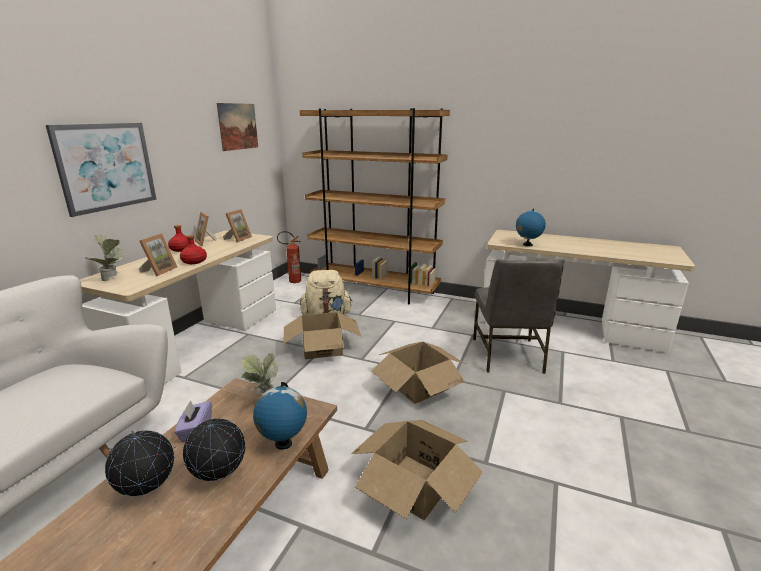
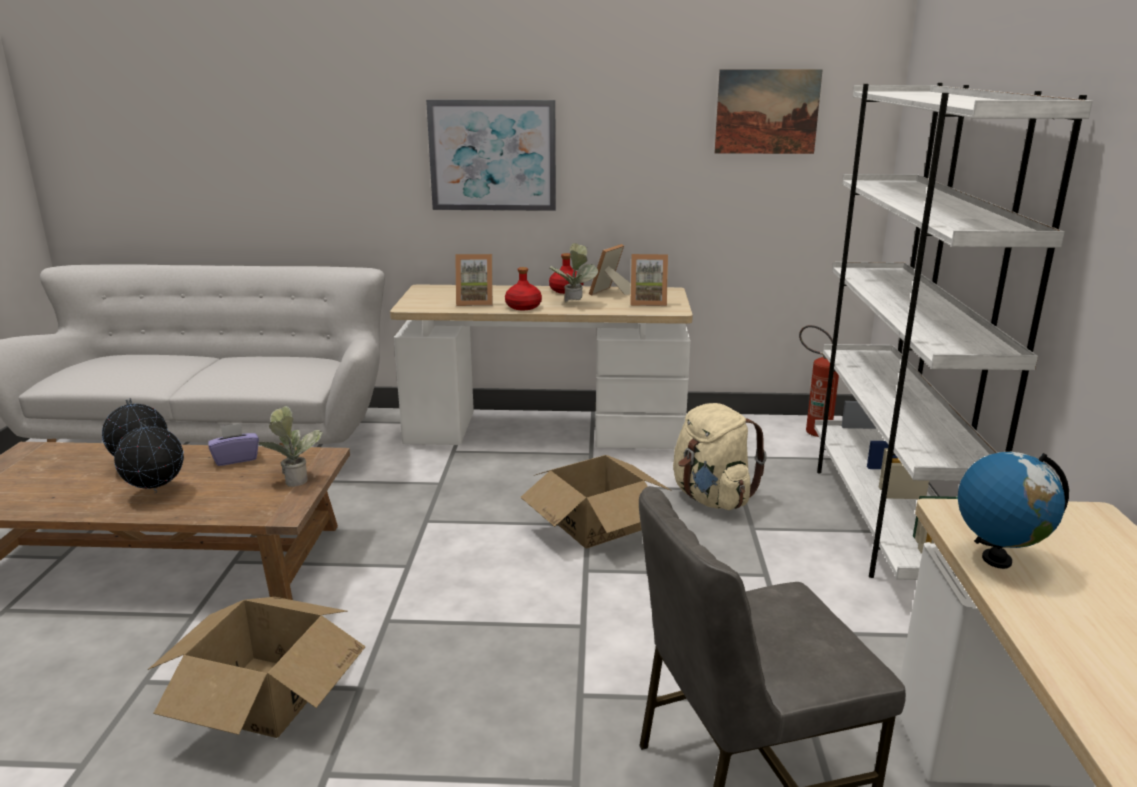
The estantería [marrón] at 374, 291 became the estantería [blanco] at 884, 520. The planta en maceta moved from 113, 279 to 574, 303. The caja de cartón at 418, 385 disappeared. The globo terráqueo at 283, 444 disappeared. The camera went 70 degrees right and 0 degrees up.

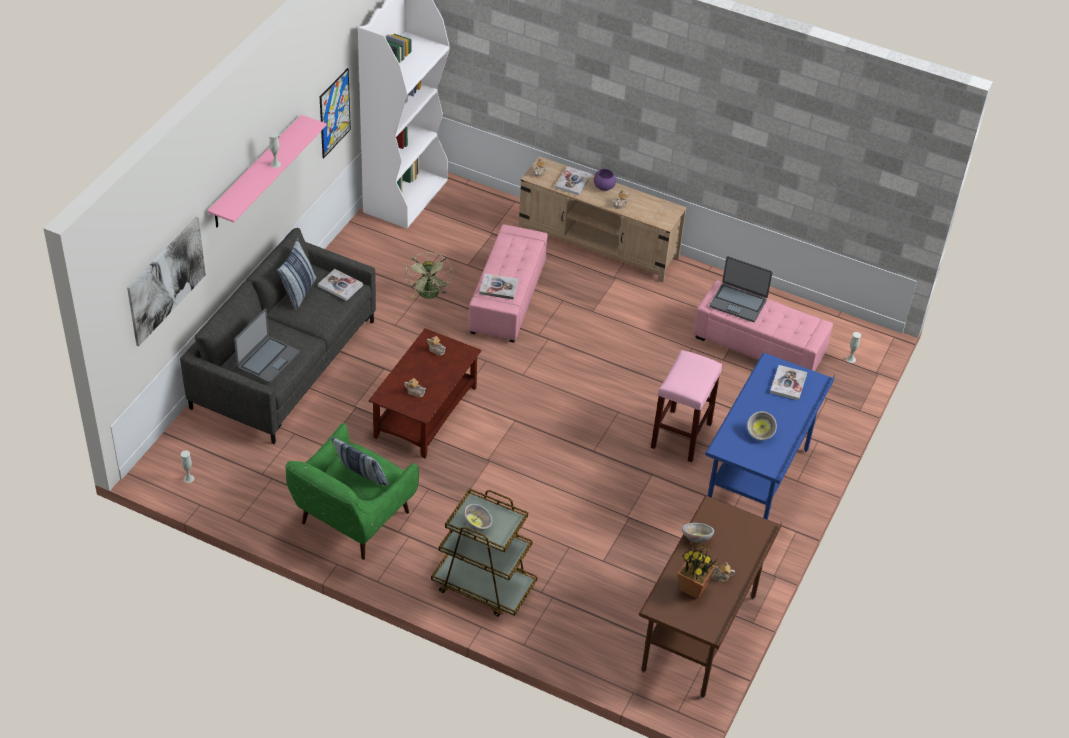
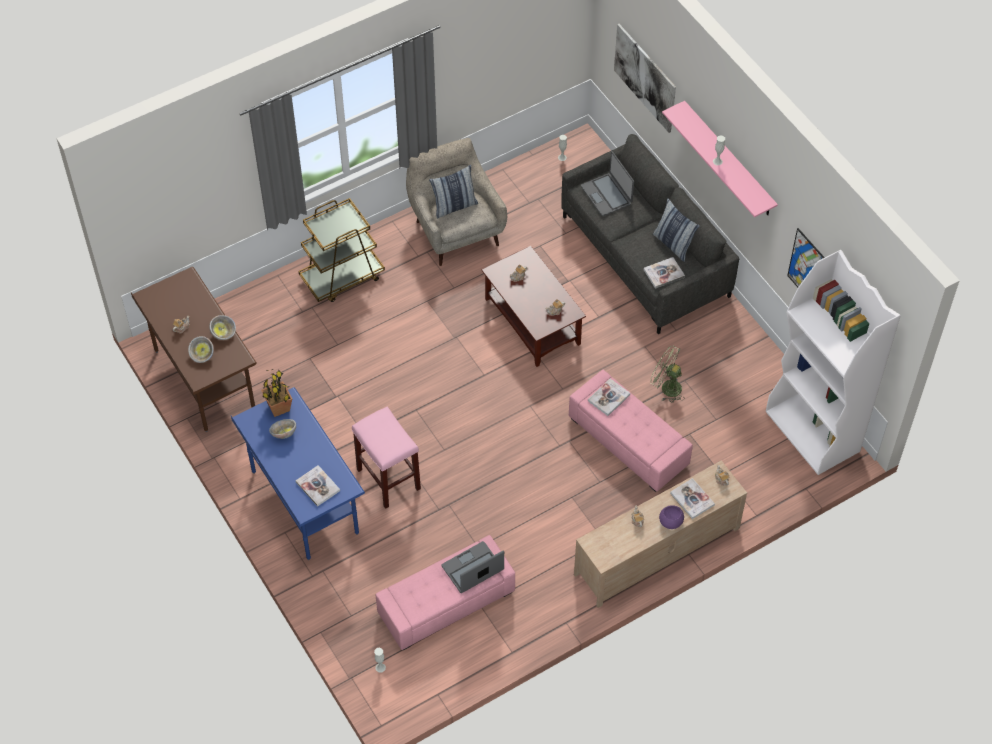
The sillón [verde] at 351, 521 became the sillón [beis] at 456, 229. The cuenco moved from 477, 524 to 202, 355. The planta en maceta moved from 693, 587 to 279, 408. The camera went 125 degrees right and 10 degrees up.

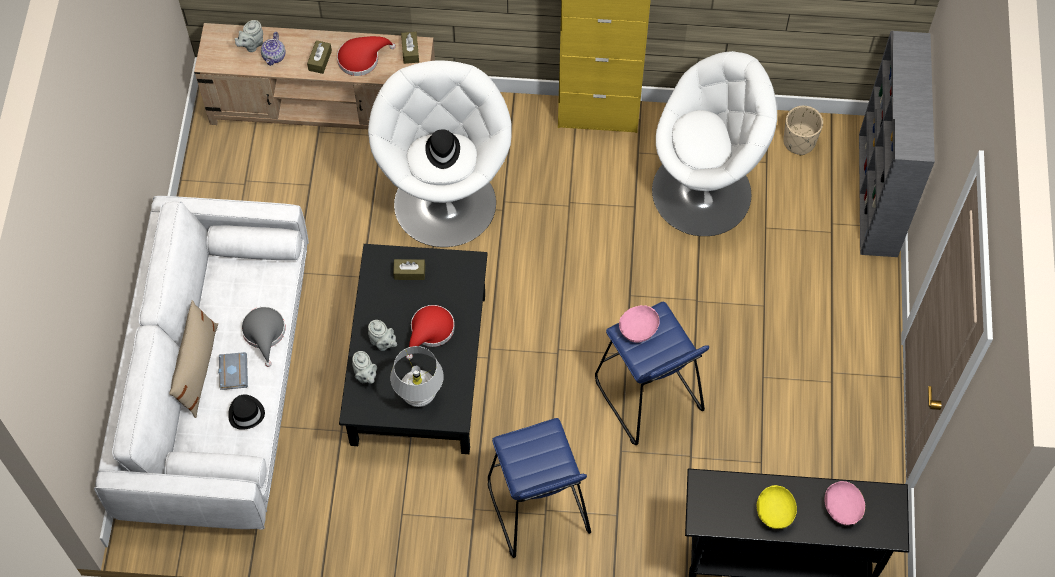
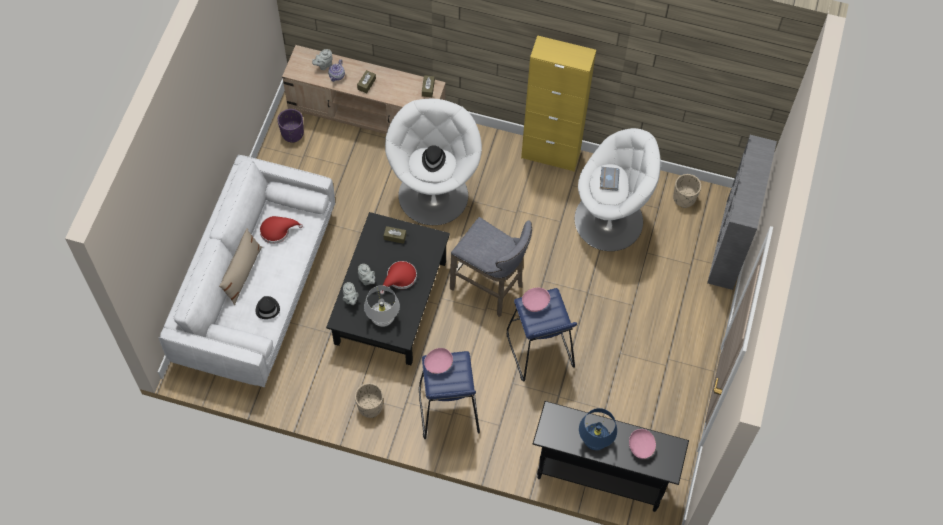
The sombrero [rojo] moved from 362, 58 to 277, 230. The sombrero [gris] at 264, 333 disappeared. The libro [gris] moved from 232, 372 to 608, 179. The cuenco [amarillo] at 774, 512 was replaced by the lámpara de mesa [azul] at 595, 440. The maceta [morado] at 292, 133 appeared. The taburete [gris] at 490, 288 appeared. The cuenco [rosa] at 438, 365 appeared. The maceta [beis] at 370, 407 appeared. The camera went 10 degrees right and 0 degrees up.

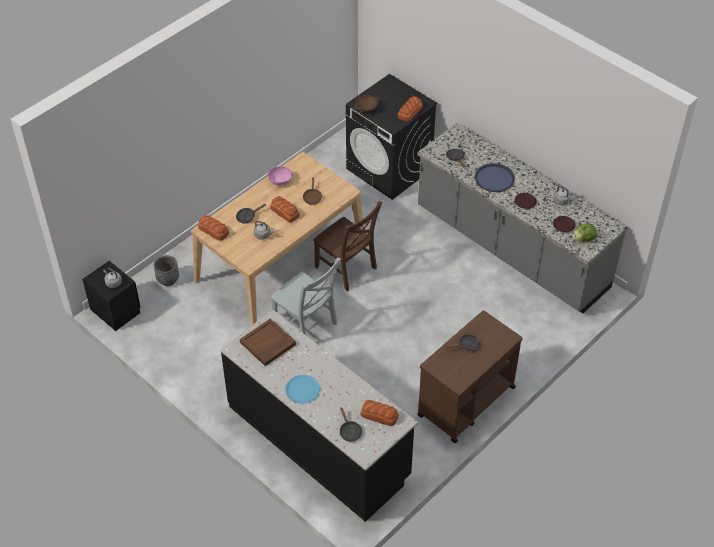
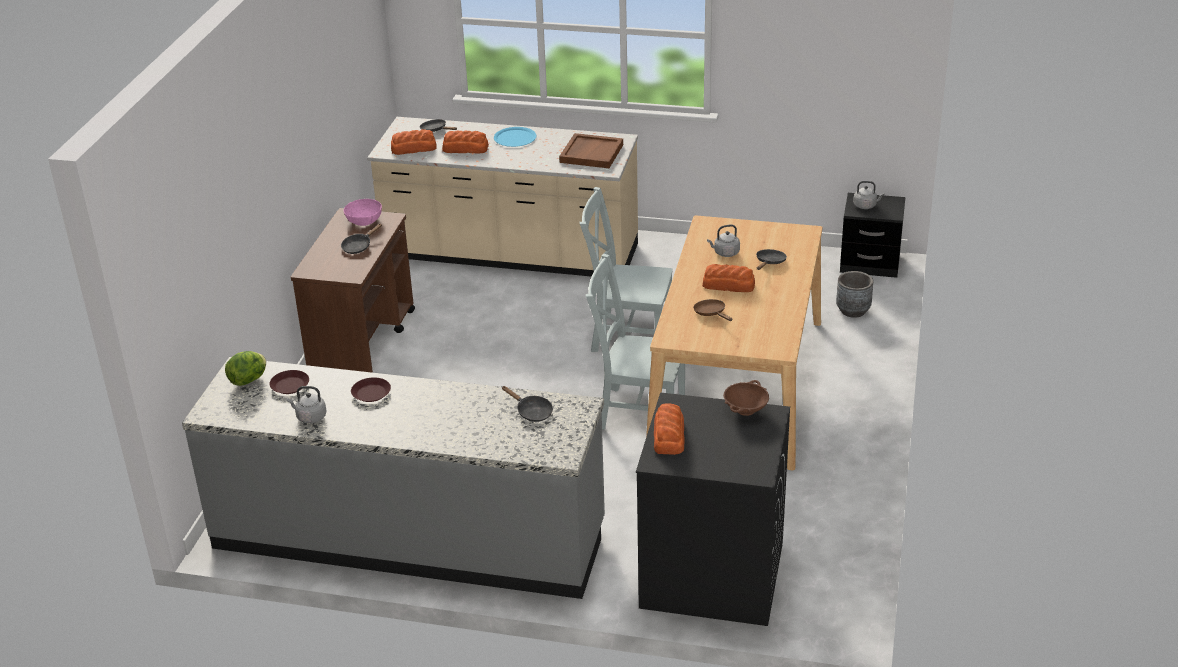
The bandeja [azul] at 494, 178 disappeared. The cuenco [rosa] moved from 280, 180 to 364, 220. The silla [marrón] at 347, 269 became the silla [gris] at 637, 411. The pan moved from 214, 230 to 465, 148. The mueble bajo de cocina [negro] at 319, 441 became the mueble bajo de cocina [beis] at 510, 254. The camera went 150 degrees right and 15 degrees down.

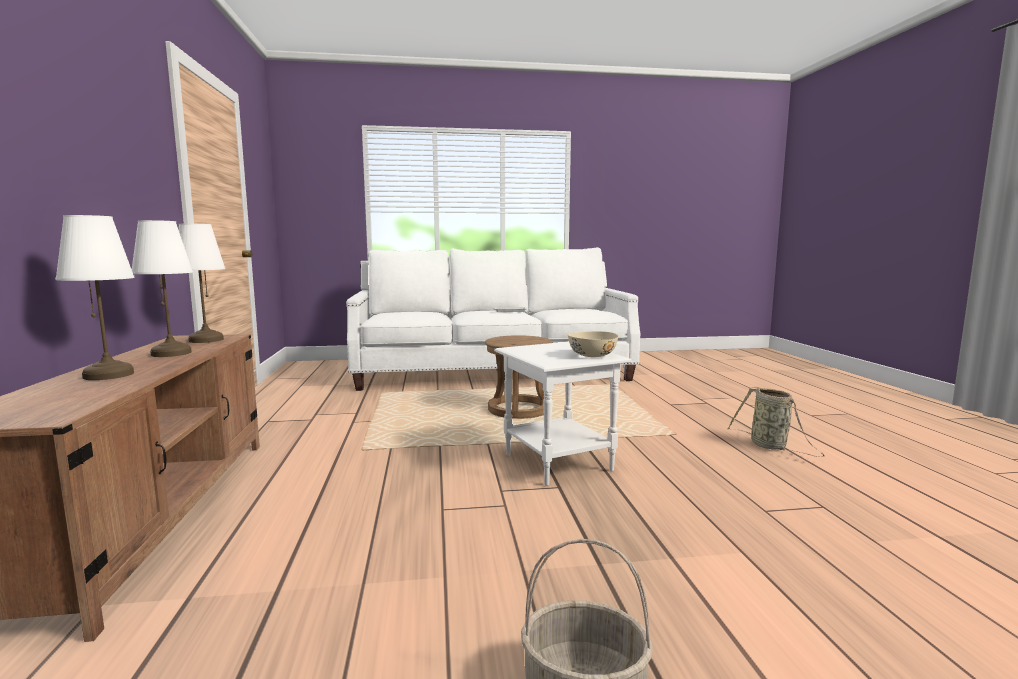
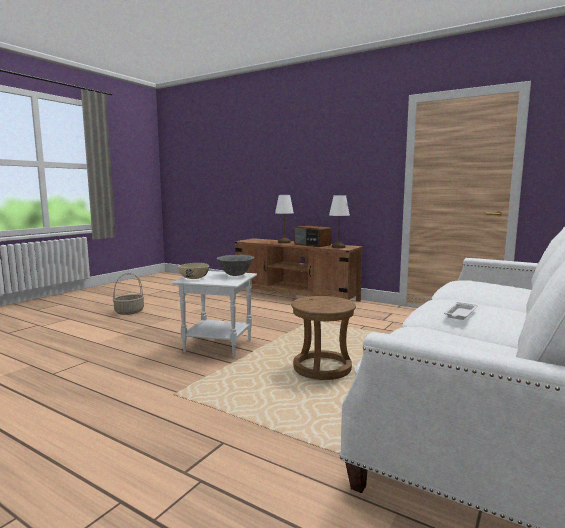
The lámpara de mesa [blanco] at 171, 353 was replaced by the radio at 312, 245. The cesta at 771, 446 disappeared. The cuenco [gris] at 235, 275 appeared. The camera went 130 degrees right and 0 degrees up.

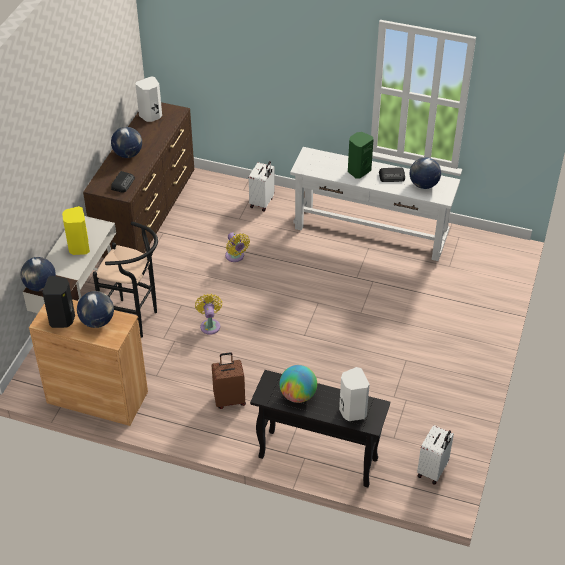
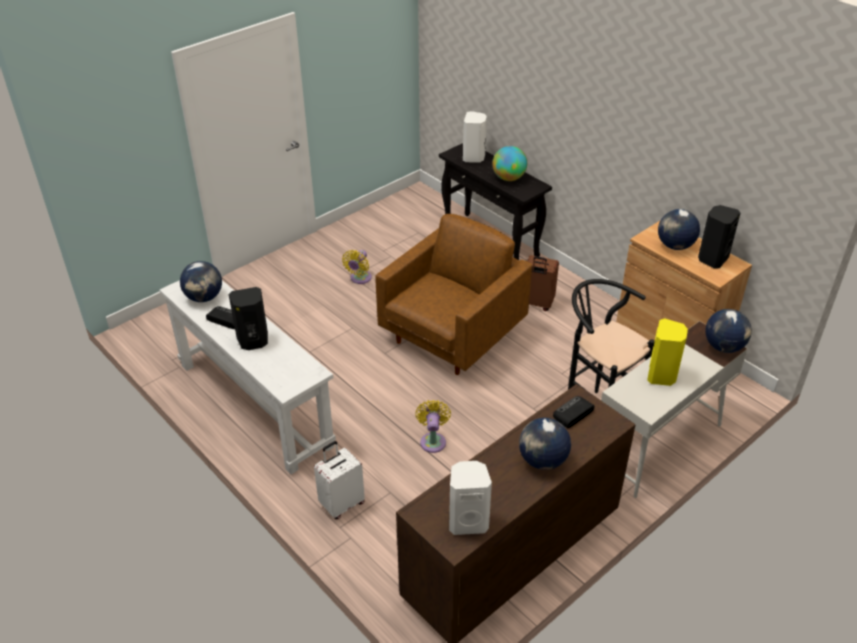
The altavoz [verde] at 358, 171 became the altavoz [negro] at 253, 341. The ventilador [amarillo] moved from 210, 325 to 359, 279. The maleta [blanco] at 433, 470 disappeared. The sillón [marrón] at 452, 336 appeared. The camera went 150 degrees left and 5 degrees down.

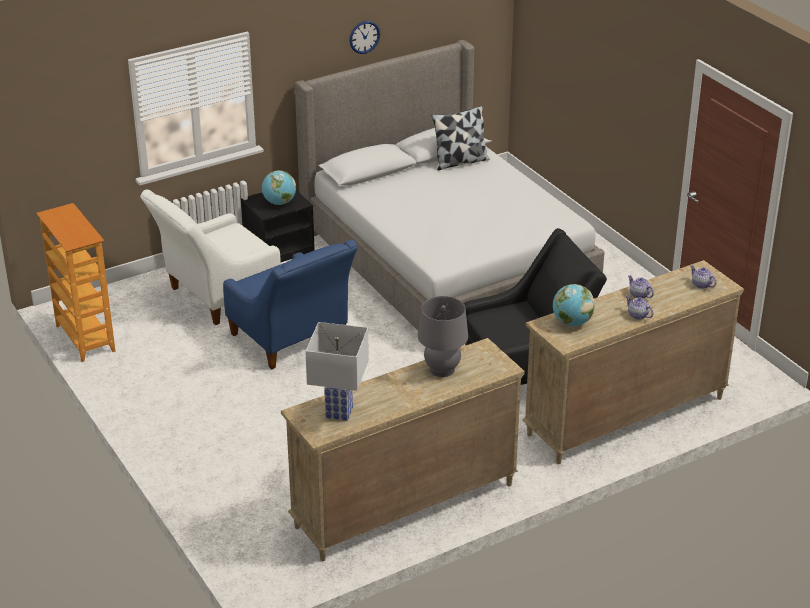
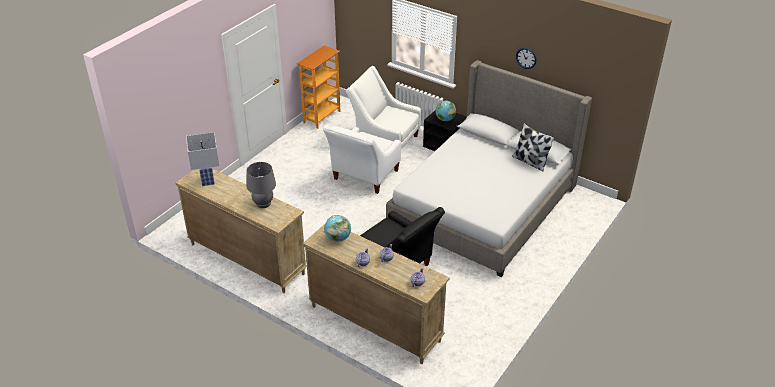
The sillón [azul] at 292, 341 became the sillón [blanco] at 363, 177. The camera went 65 degrees right and 5 degrees up.

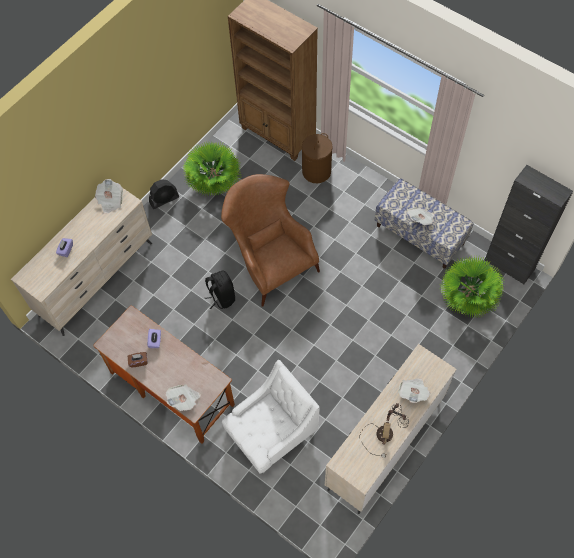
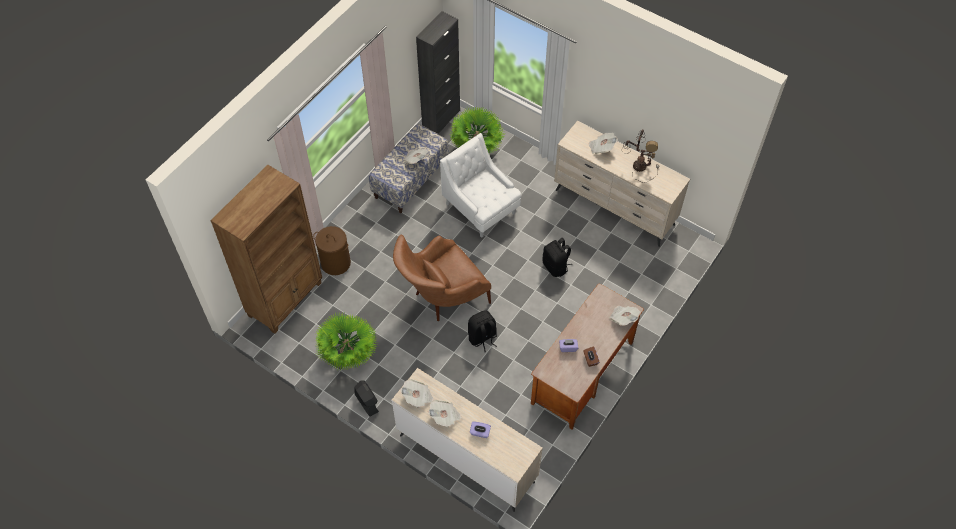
The sillón [blanco] moved from 271, 434 to 481, 209. The mochila [negro] at 556, 266 appeared. The periódico at 445, 417 appeared. The camera went 95 degrees left and 5 degrees down.

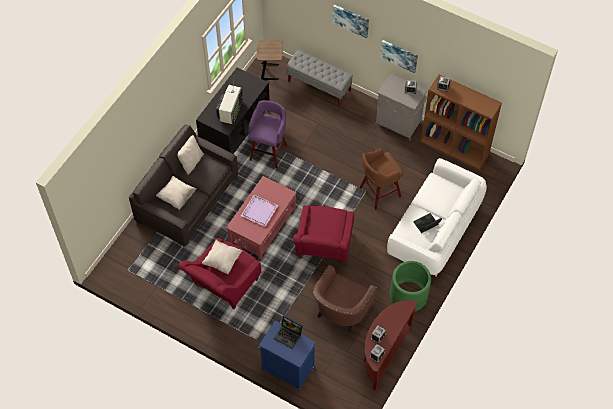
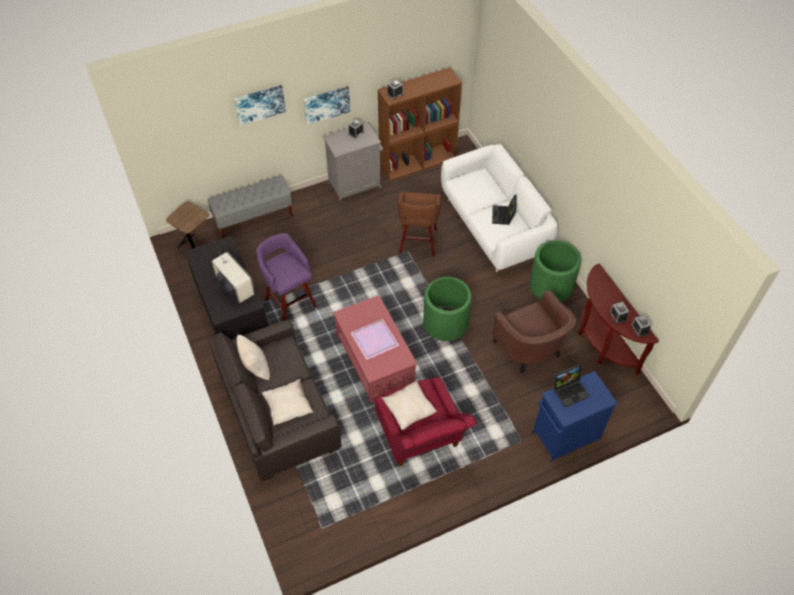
The sillón [rojo] at 323, 249 was replaced by the maceta [verde] at 445, 323. The camera went 55 degrees left and 5 degrees down.

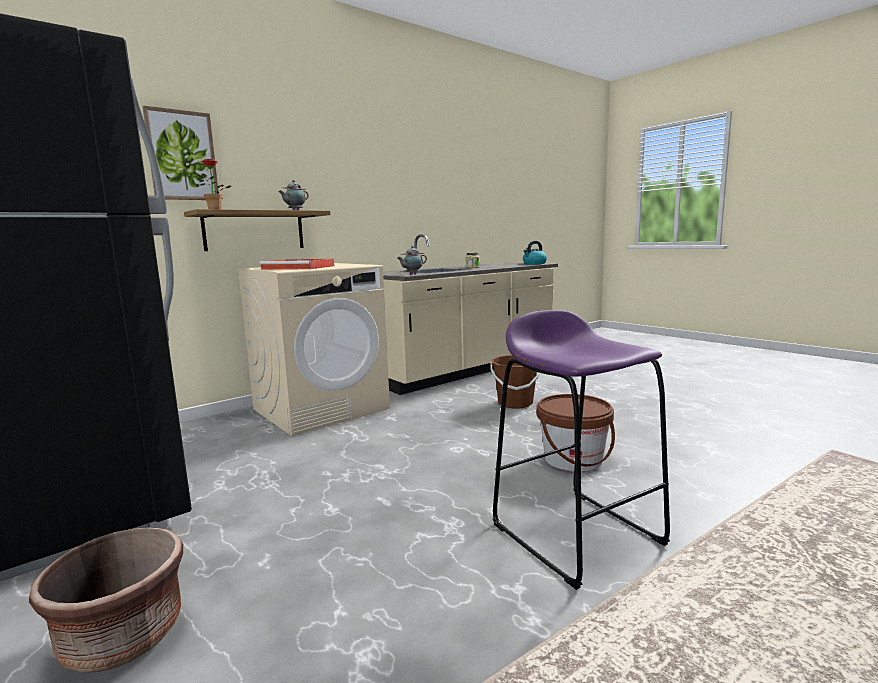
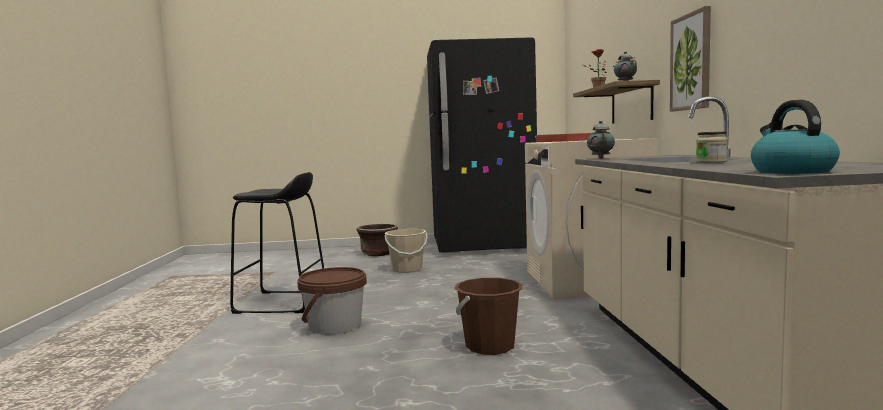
The cuadro moved from 182, 156 to 691, 62. The taburete [morado] at 576, 533 became the taburete [negro] at 282, 302. The cubo [beis] at 407, 269 appeared. The camera went 125 degrees right and 5 degrees down.

